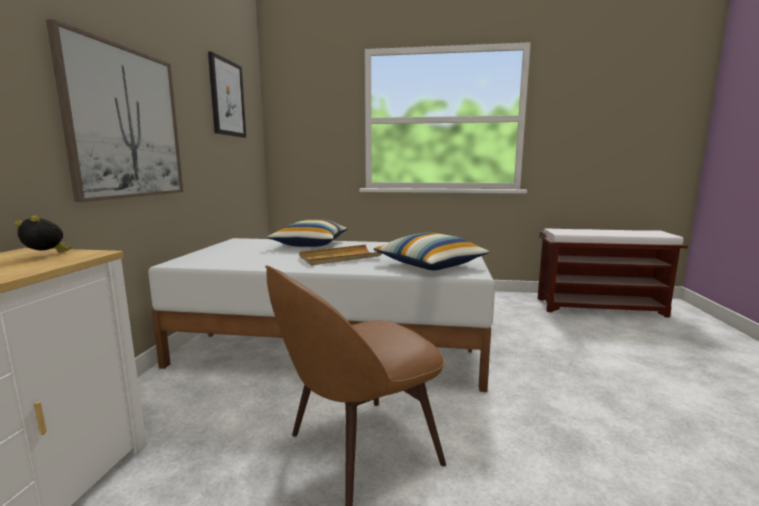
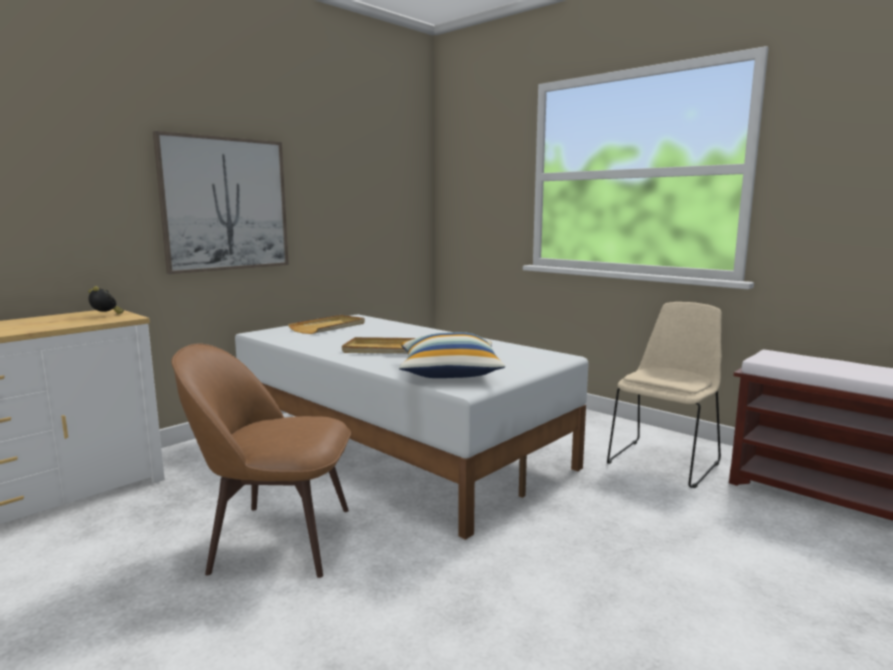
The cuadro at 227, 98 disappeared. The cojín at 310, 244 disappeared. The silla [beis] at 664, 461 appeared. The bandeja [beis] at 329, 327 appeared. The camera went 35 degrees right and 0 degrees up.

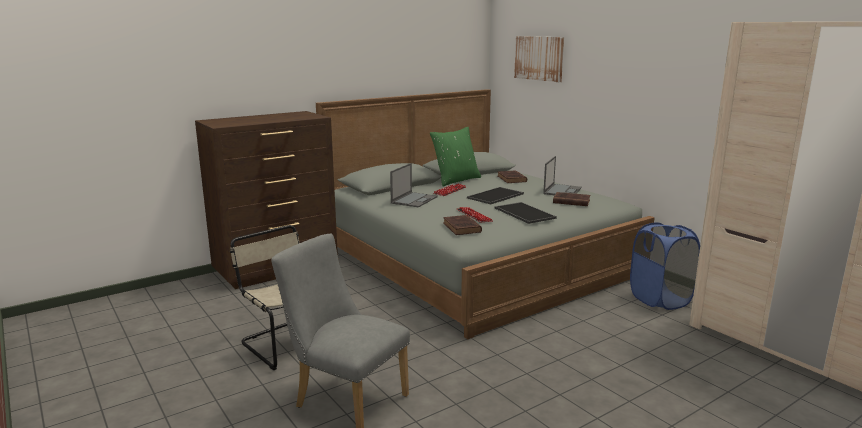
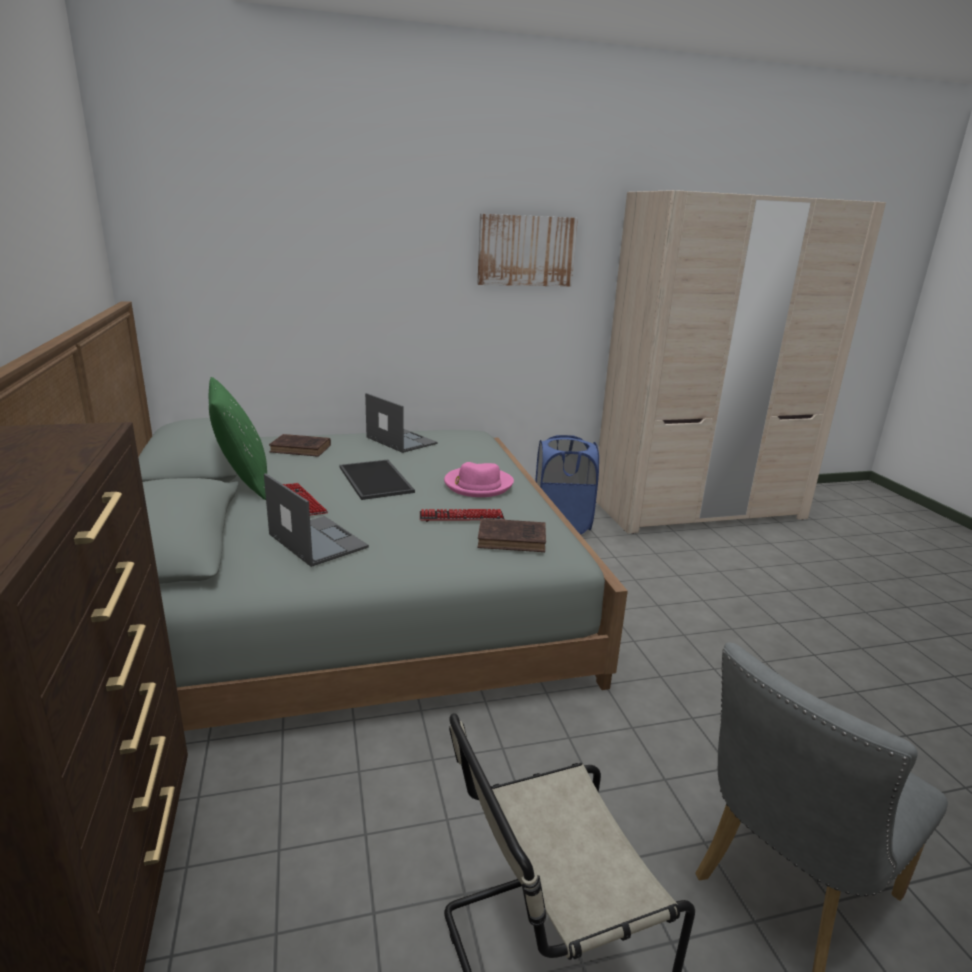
The cuadro moved from 539, 58 to 526, 251. The libro [marrón] at 570, 201 disappeared. The bandeja at 523, 213 was replaced by the sombrero [rosa] at 478, 485. The camera went 70 degrees left and 5 degrees up.

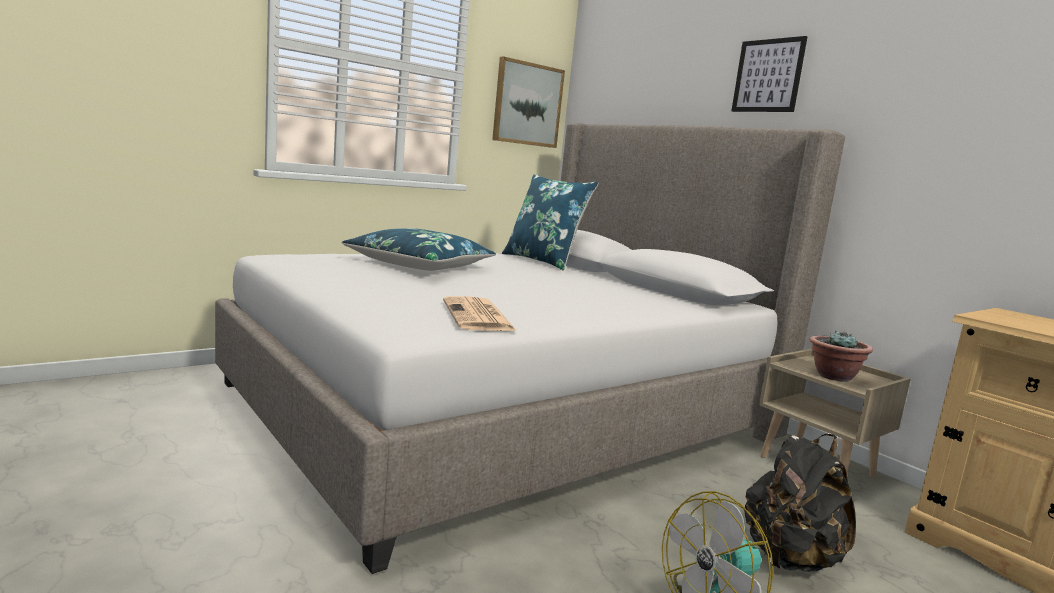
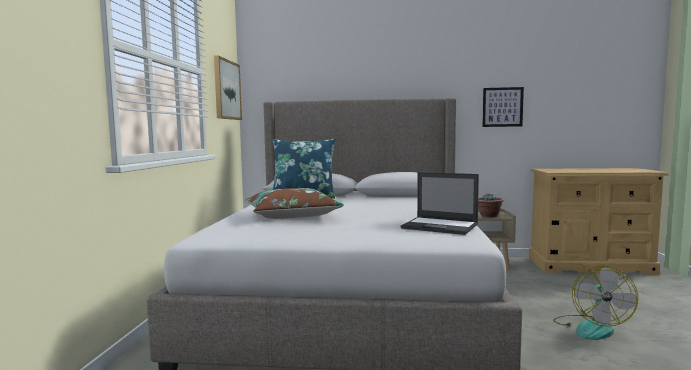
The cuadro moved from 768, 76 to 502, 107. The cojín [azul] at 420, 265 became the cojín [marrón] at 292, 215. The periódico at 478, 316 was replaced by the portátil at 441, 226. The mochila [negro] at 790, 559 disappeared. The camera went 45 degrees left and 5 degrees down.

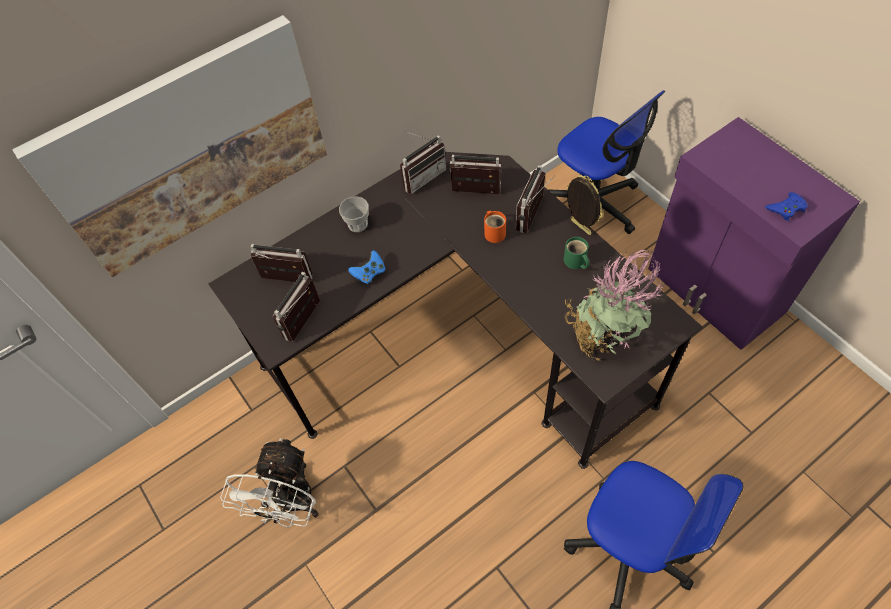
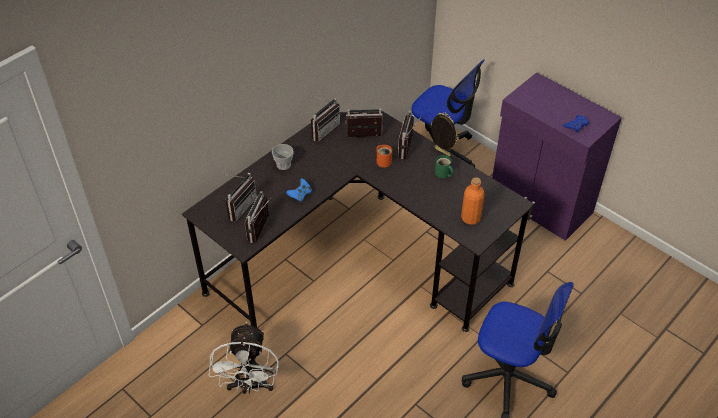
The cuadro at 190, 148 disappeared. The radio at 284, 282 turned 120 degrees clockwise. The planta en maceta at 602, 339 was replaced by the botella [naranja] at 470, 218. The camera went 15 degrees left and 10 degrees down.

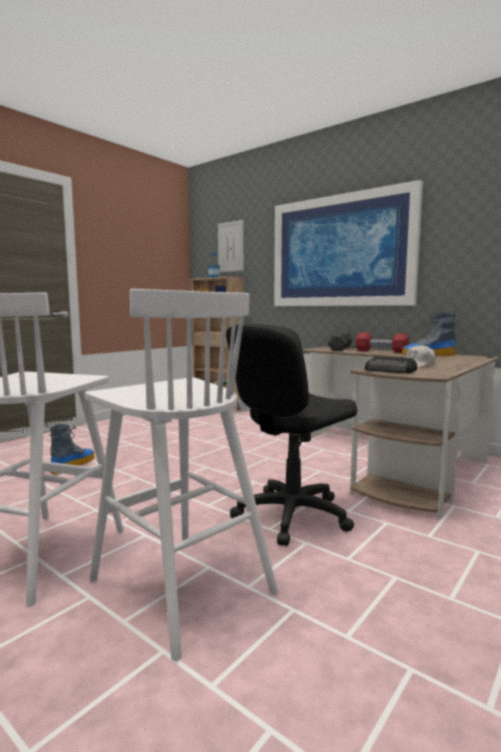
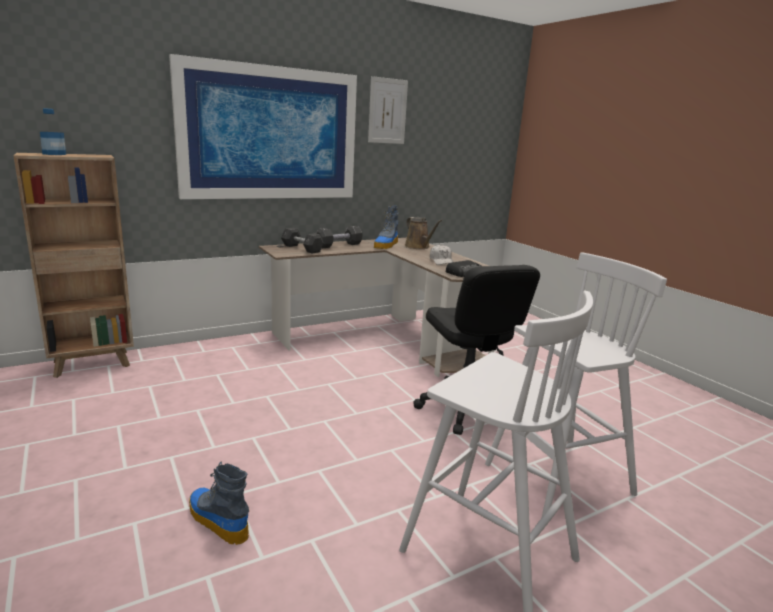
The cuadro moved from 230, 247 to 387, 111. The mancuerna [rojo] at 381, 351 became the mancuerna [negro] at 339, 245. The regadera [marrón] at 418, 247 appeared. The camera went 70 degrees left and 10 degrees up.

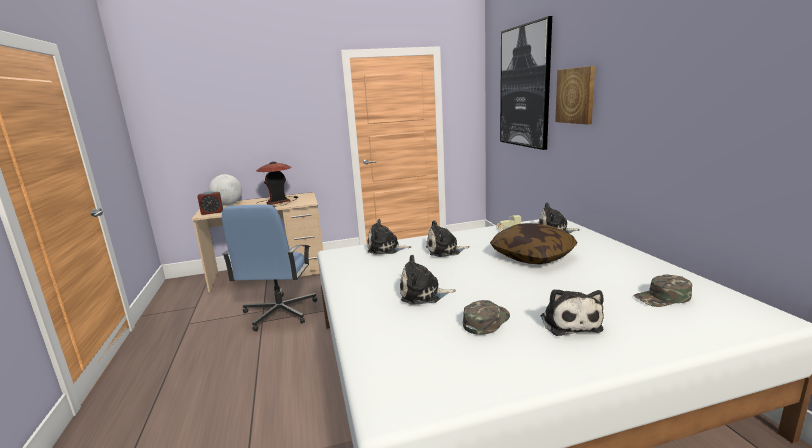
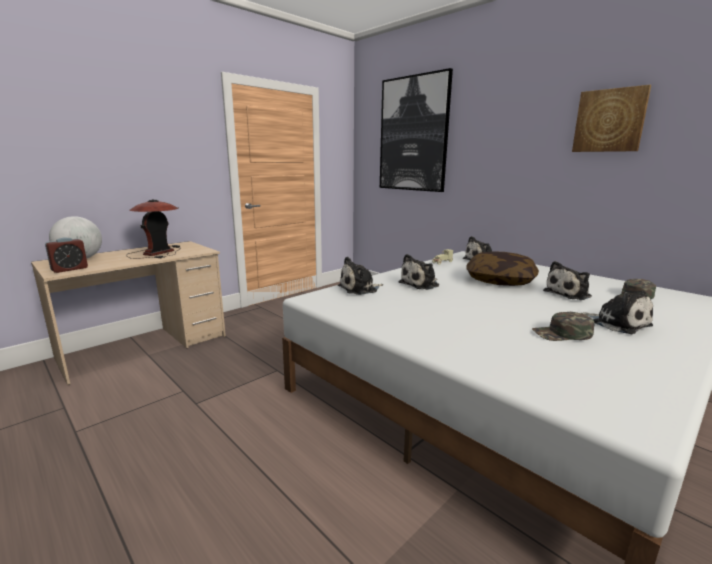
The cuadro moved from 576, 95 to 609, 121. The silla de oficina [azul] at 279, 313 disappeared. The peluche moved from 423, 294 to 569, 294. The gorra [verde] at 485, 321 turned 105 degrees counterclockwise. The camera went 30 degrees left and 0 degrees up.

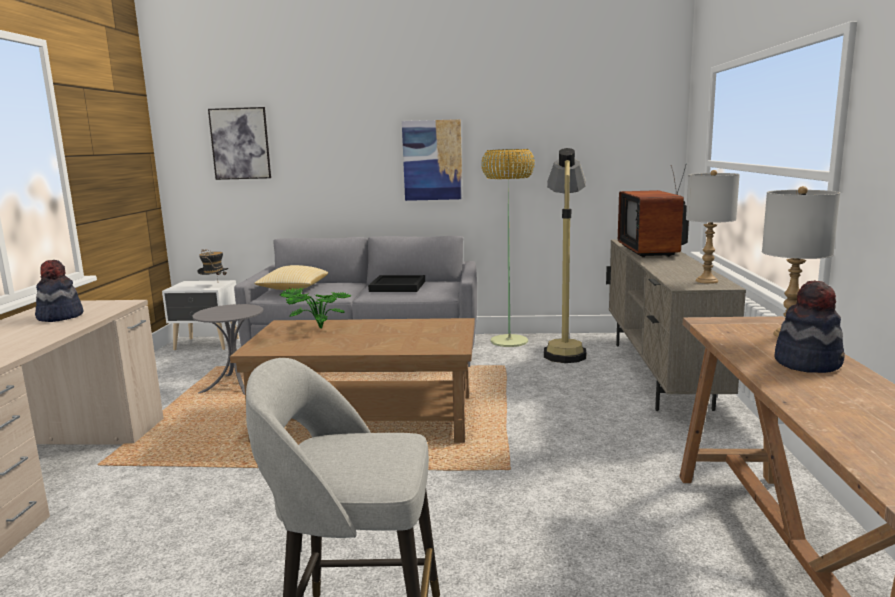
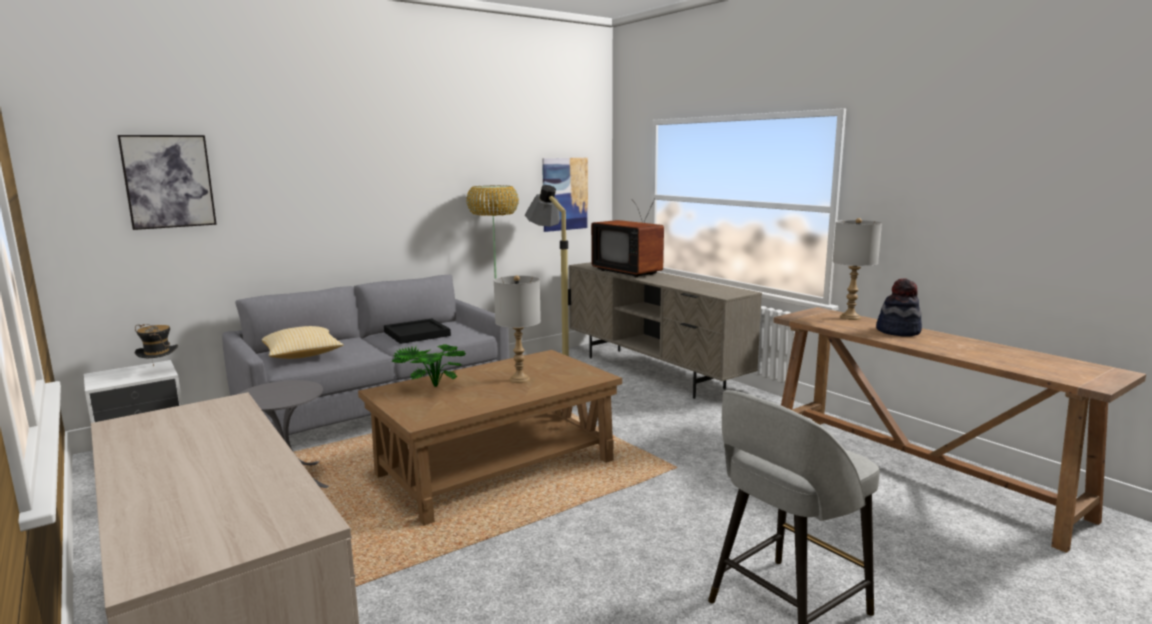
The cuadro moved from 432, 160 to 565, 194. The lámpara de mesa [gris] moved from 707, 281 to 520, 379. The sombrero at 59, 317 disappeared. The camera went 40 degrees left and 0 degrees up.

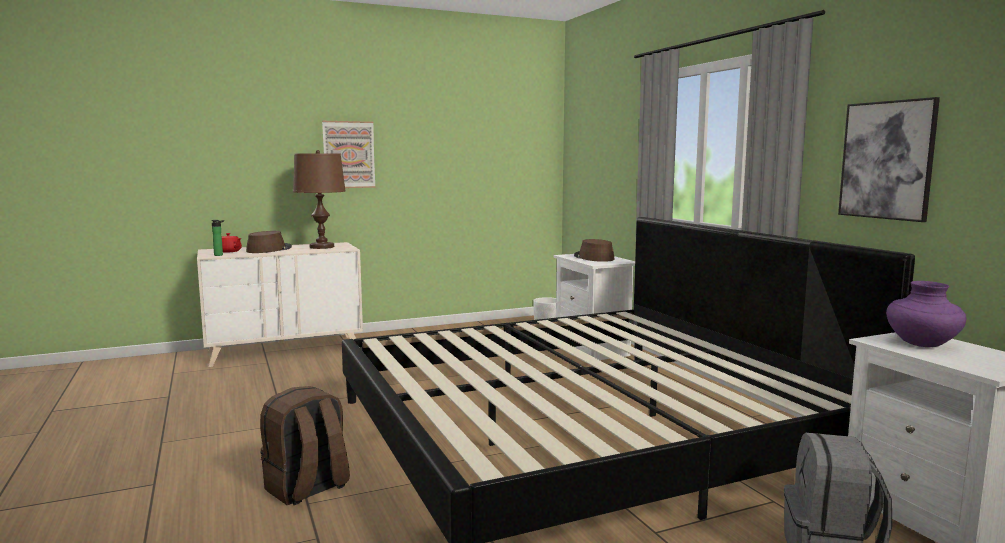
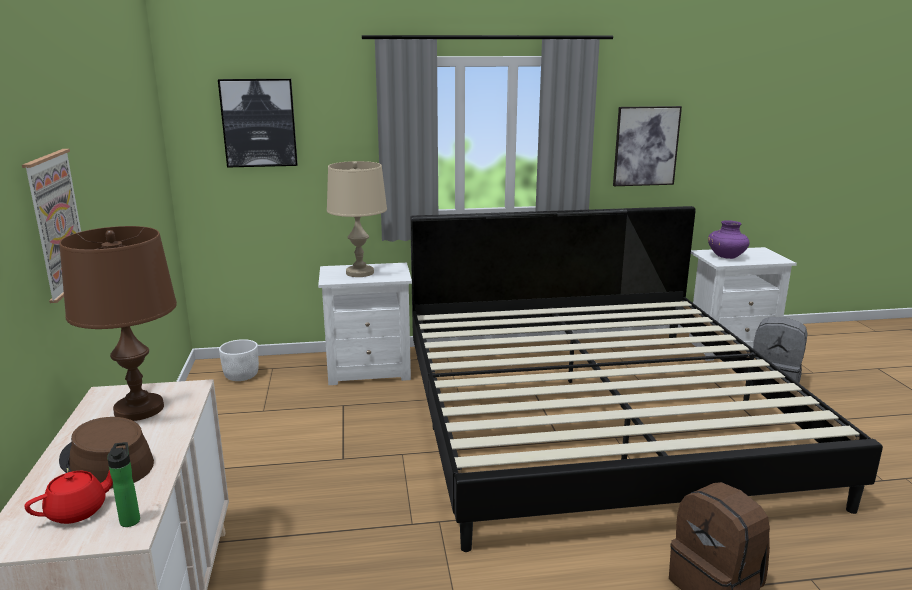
The sombrero [marrón] at 593, 257 was replaced by the lámpara de mesa [beis] at 360, 273. The cuadro at 259, 123 appeared. The camera went 75 degrees left and 10 degrees up.

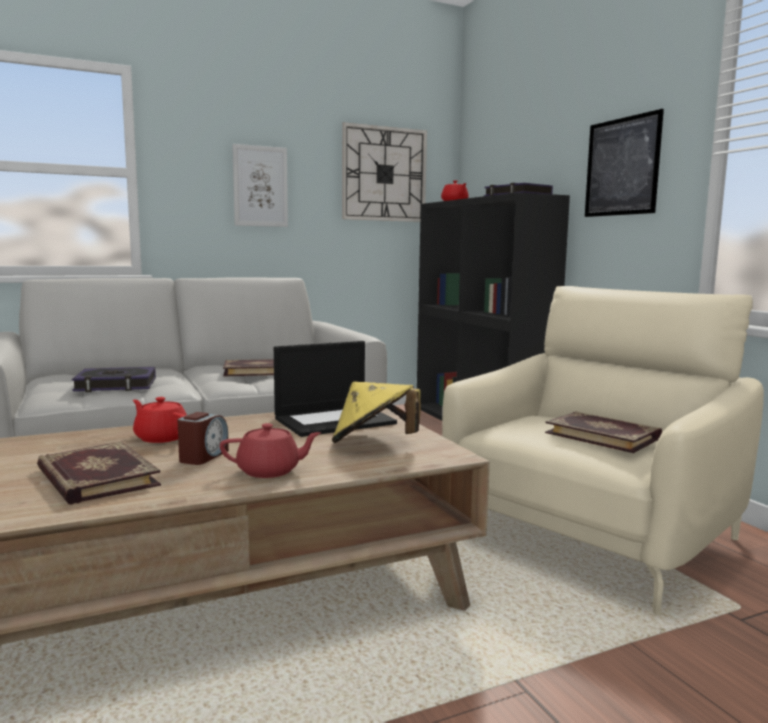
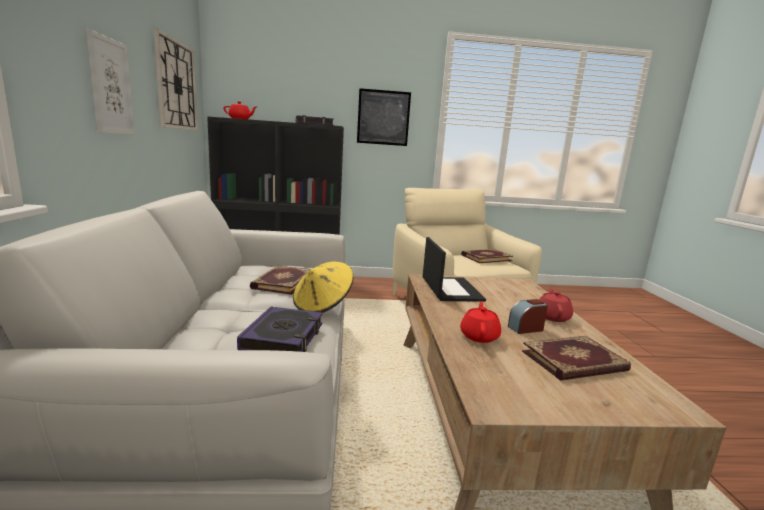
The sombrero [amarillo] moved from 373, 443 to 322, 306. The tetera [rojo] at 161, 437 turned 135 degrees clockwise. The despertador at 203, 456 turned 60 degrees counterclockwise. The camera went 70 degrees left and 5 degrees up.

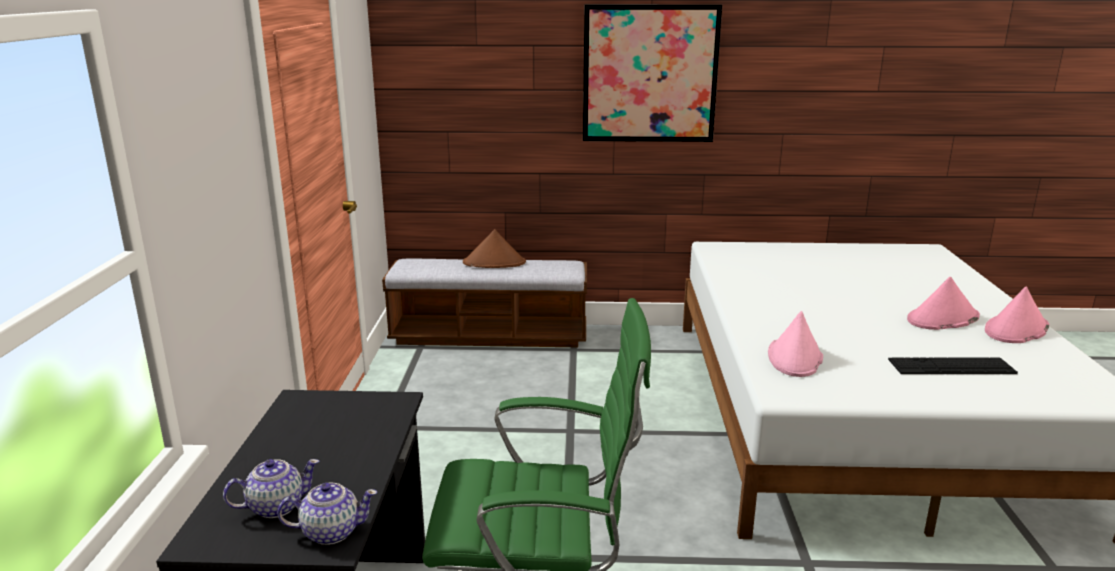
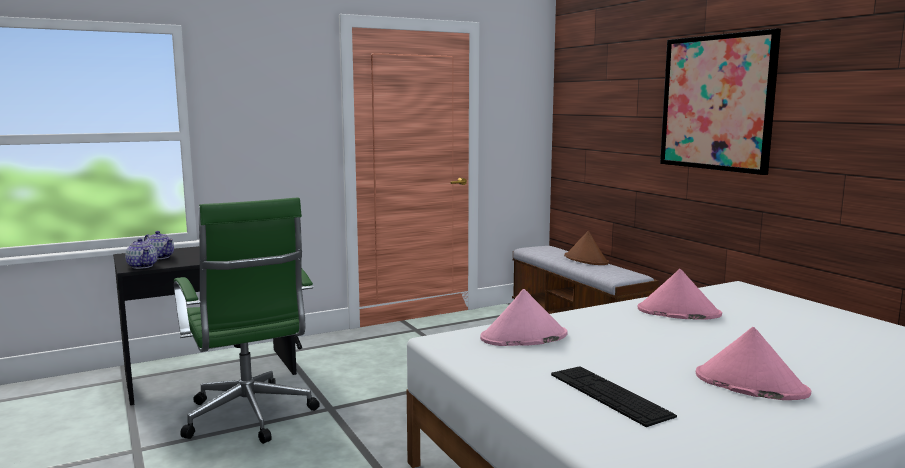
The sombrero [rosa] moved from 1016, 330 to 678, 312. The camera went 60 degrees right and 10 degrees down.

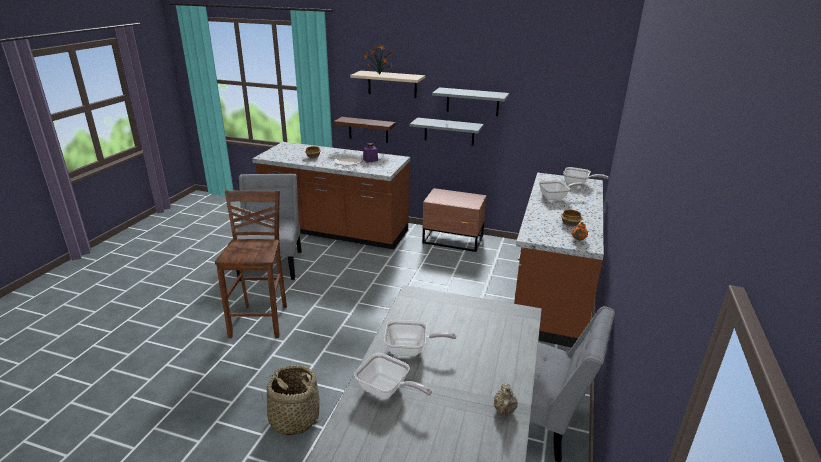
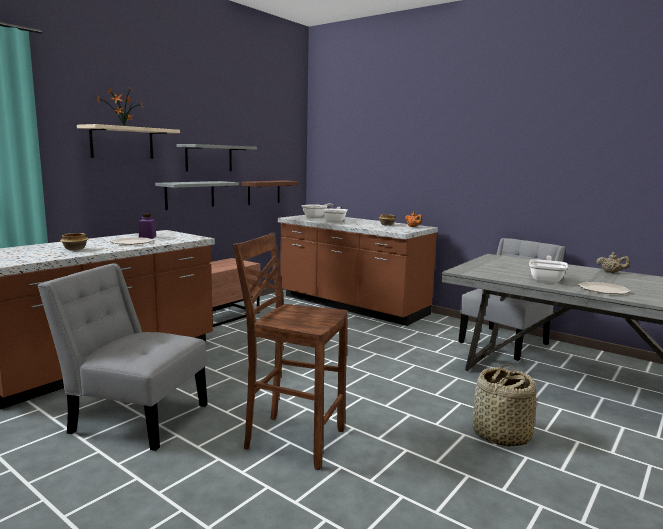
The estante [marrón] moved from 368, 129 to 264, 192. The sartén at 387, 391 was replaced by the plato at 604, 289. The camera went 70 degrees left and 15 degrees down.

